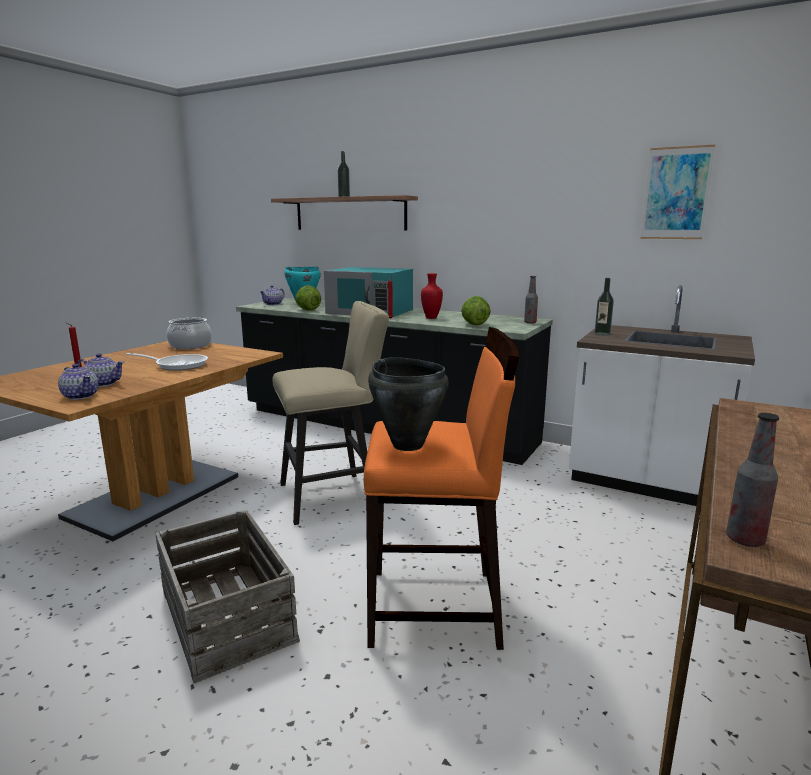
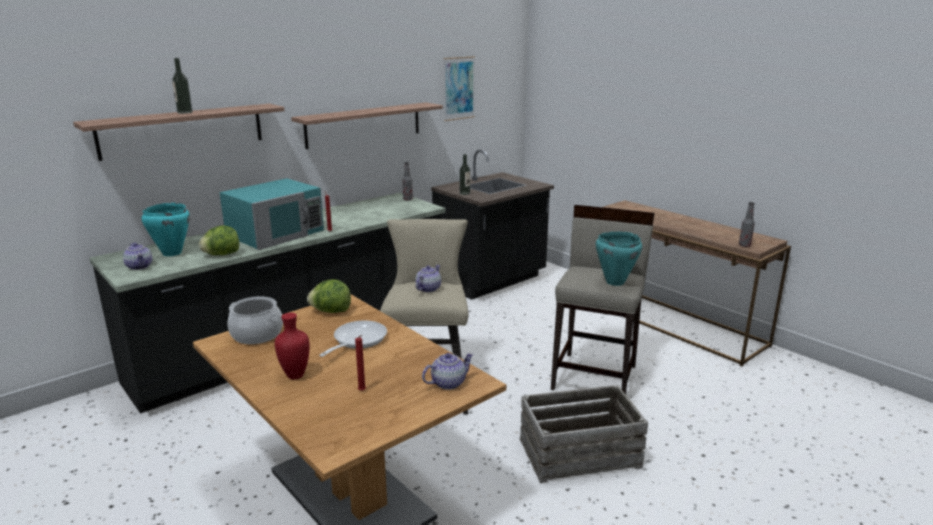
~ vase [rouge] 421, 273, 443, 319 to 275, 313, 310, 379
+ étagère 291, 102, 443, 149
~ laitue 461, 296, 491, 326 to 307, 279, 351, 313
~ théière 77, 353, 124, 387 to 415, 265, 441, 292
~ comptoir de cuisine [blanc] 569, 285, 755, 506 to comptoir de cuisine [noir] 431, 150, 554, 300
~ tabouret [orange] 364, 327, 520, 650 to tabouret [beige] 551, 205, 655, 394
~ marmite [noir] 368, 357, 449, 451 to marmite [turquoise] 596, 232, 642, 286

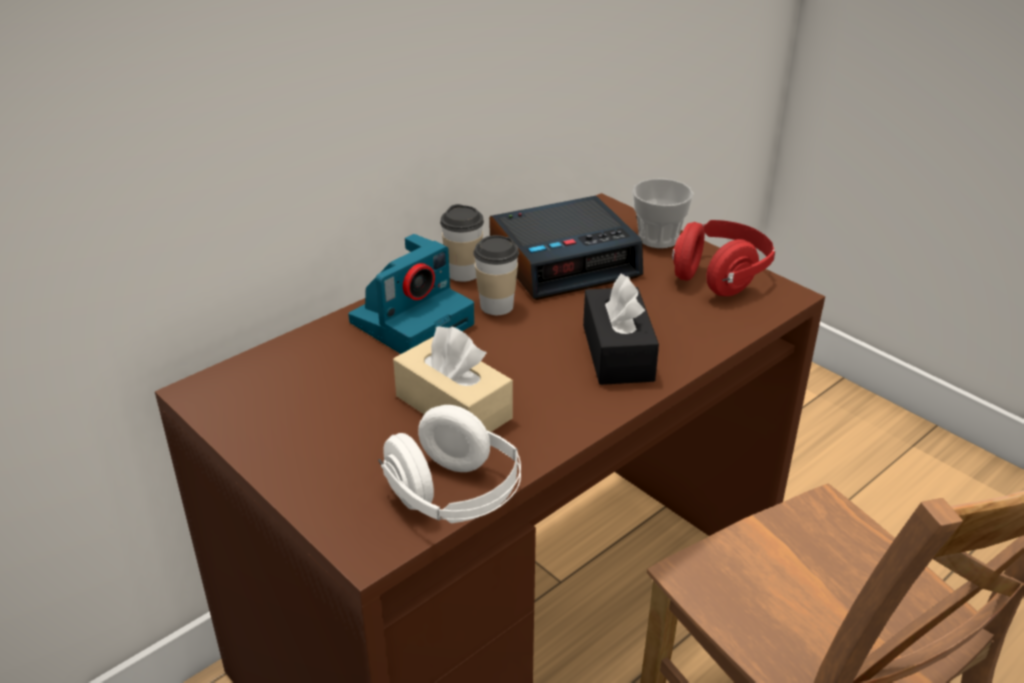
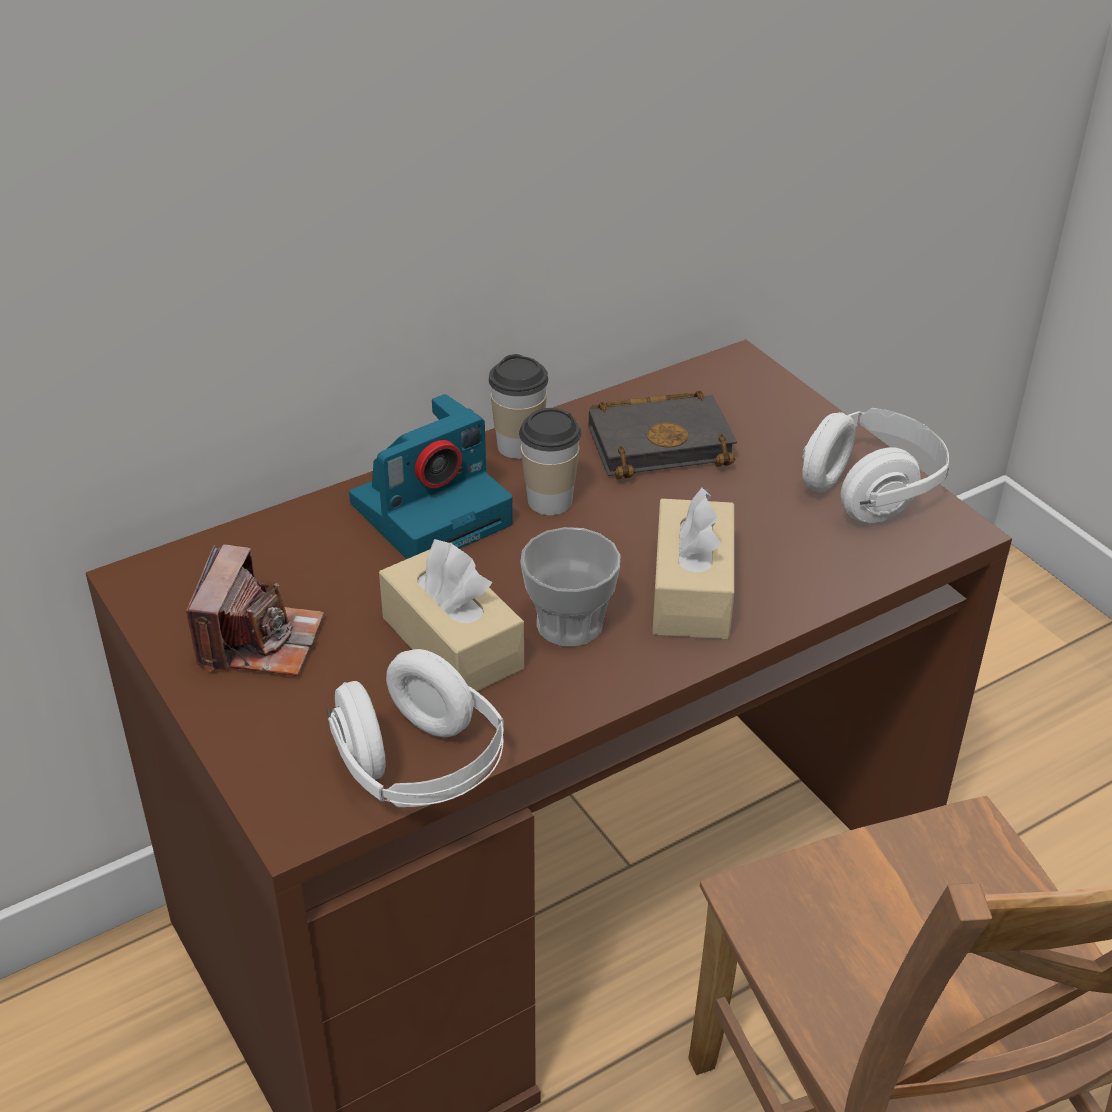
+ appareil photo 186, 544, 324, 676
~ tasse 632, 178, 694, 248 to 520, 527, 621, 646
~ réveil 489, 196, 643, 300 to livre [noir] 589, 391, 737, 479
~ boîte à mouchoirs [noir] 583, 274, 659, 385 to boîte à mouchoirs [beige] 652, 487, 734, 639
~ casque audio [rouge] 672, 220, 775, 296 to casque audio [blanc] 802, 408, 949, 523

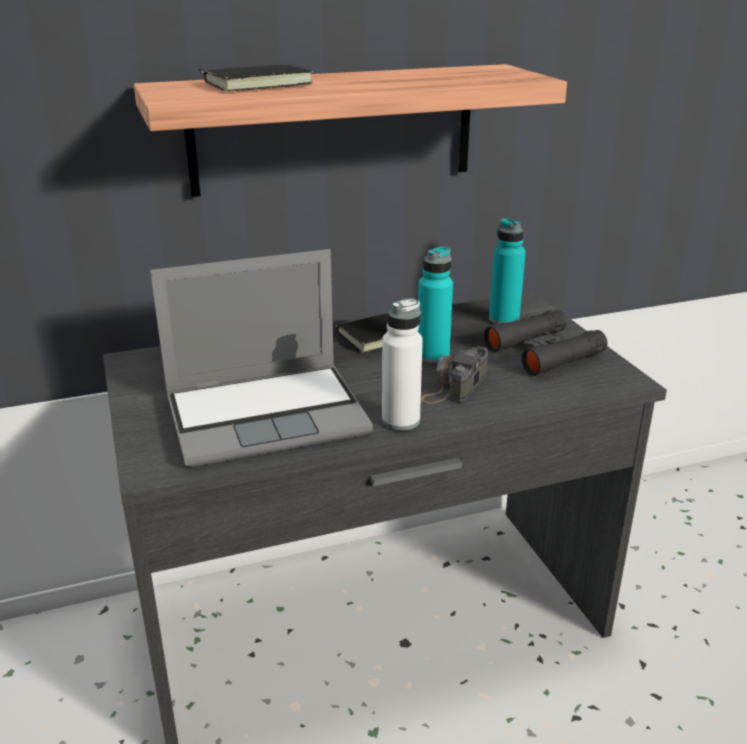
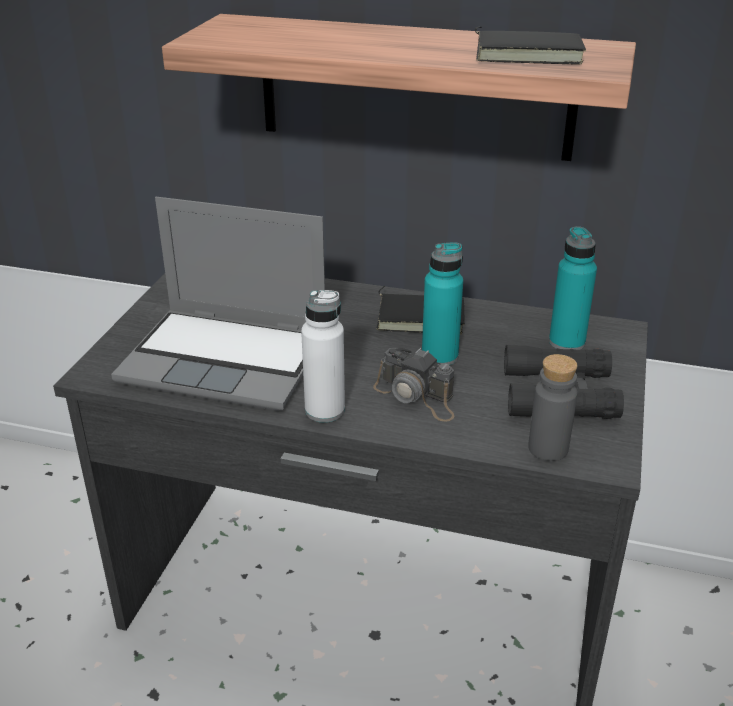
~ appareil photo 421, 346, 488, 404 = 373, 348, 455, 422 120 degrees counterclockwise
~ livre [noir] 198, 65, 313, 91 to 475, 27, 586, 64
+ bouteille [gris] 528, 354, 578, 461

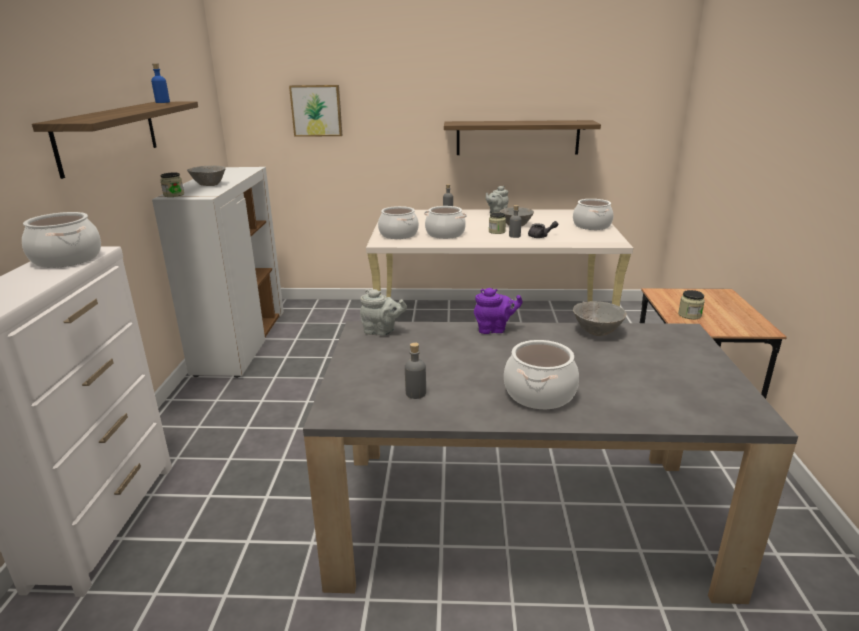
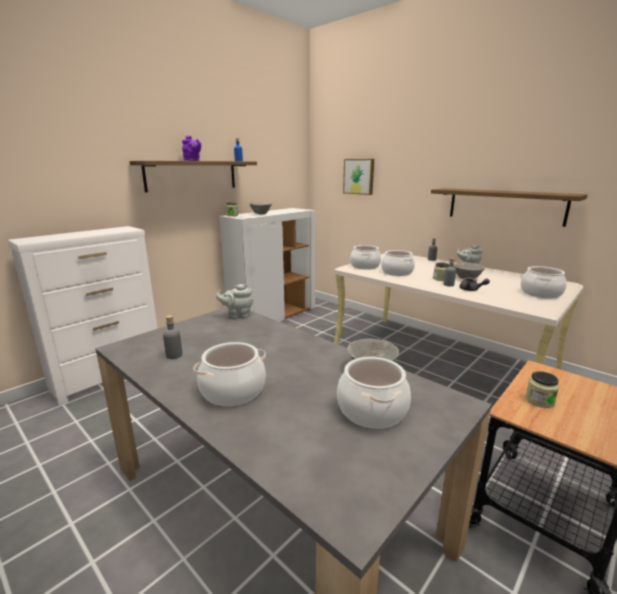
~ théière [violet] 474, 288, 523, 334 to 182, 135, 201, 161
~ théière [gris] 360, 289, 407, 336 = 216, 284, 253, 319 120 degrees clockwise
~ marmite 22, 212, 101, 268 to 337, 357, 411, 429

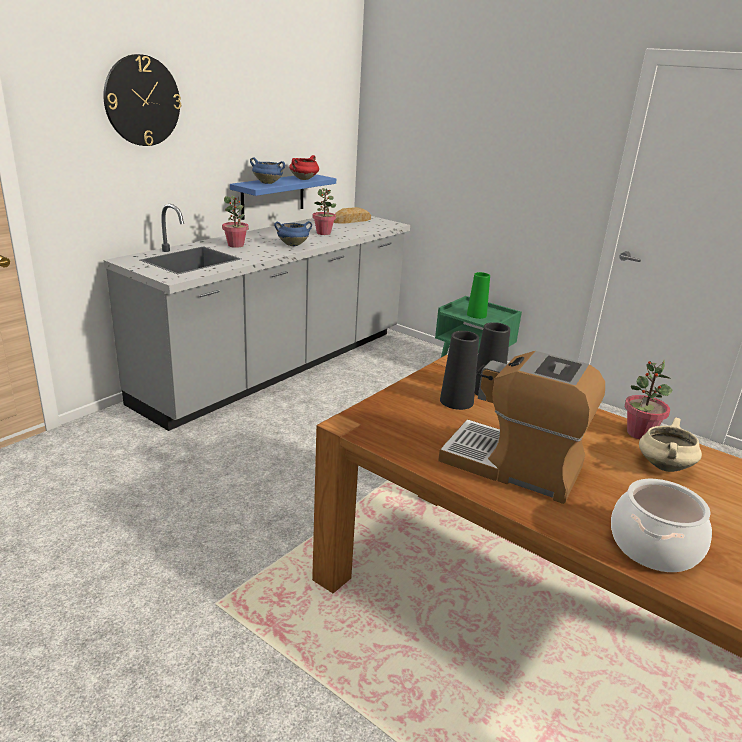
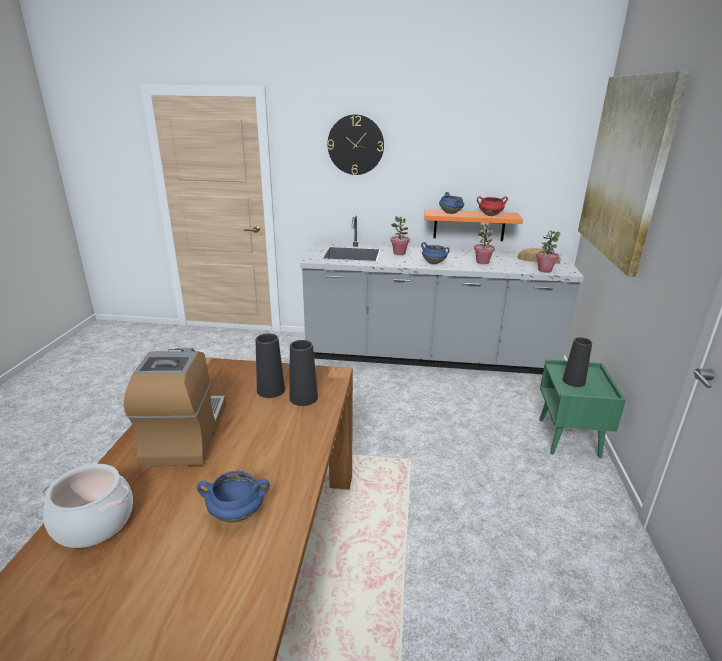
~ marmite [beige] 639, 417, 702, 472 to marmite [bleu] 197, 471, 269, 522
~ étagère [bleu] 230, 174, 336, 220 to étagère [orange] 424, 209, 523, 241
~ plante en pot 625, 360, 672, 439 to 536, 230, 560, 273
~ vase [vert] 467, 272, 490, 319 to vase [noir] 563, 337, 592, 387
+ tableau 578, 71, 690, 277

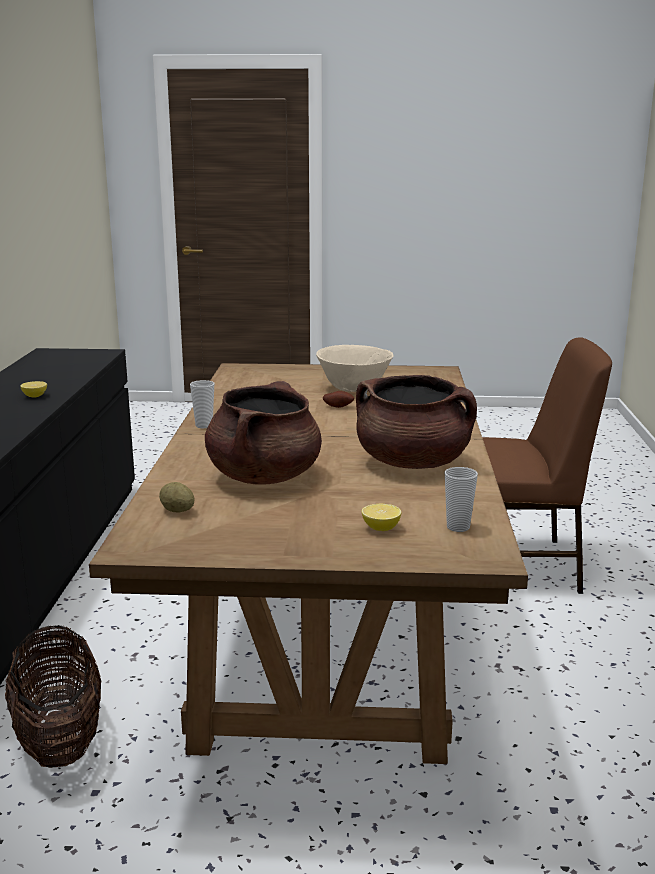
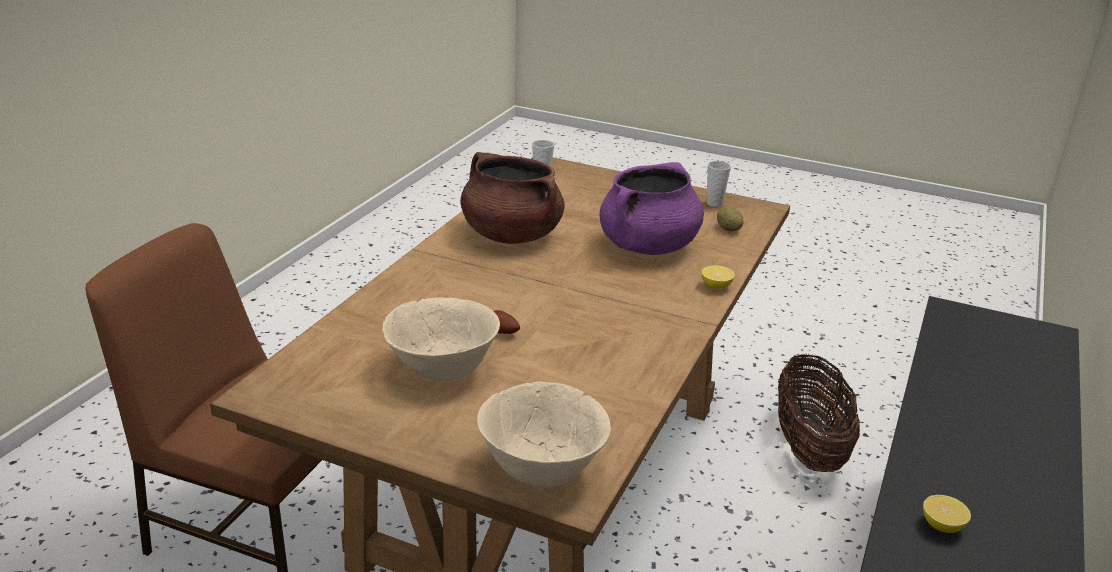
+ bol [beige] 477, 382, 611, 487
~ marmite [marron] 205, 381, 322, 485 to marmite [violet] 600, 162, 704, 255
~ citron 362, 504, 401, 531 to 702, 265, 735, 290
~ tasse 190, 380, 214, 428 to 707, 161, 731, 207

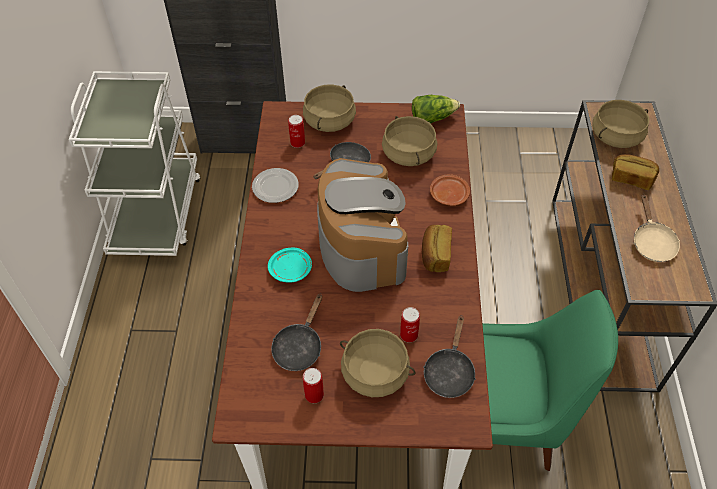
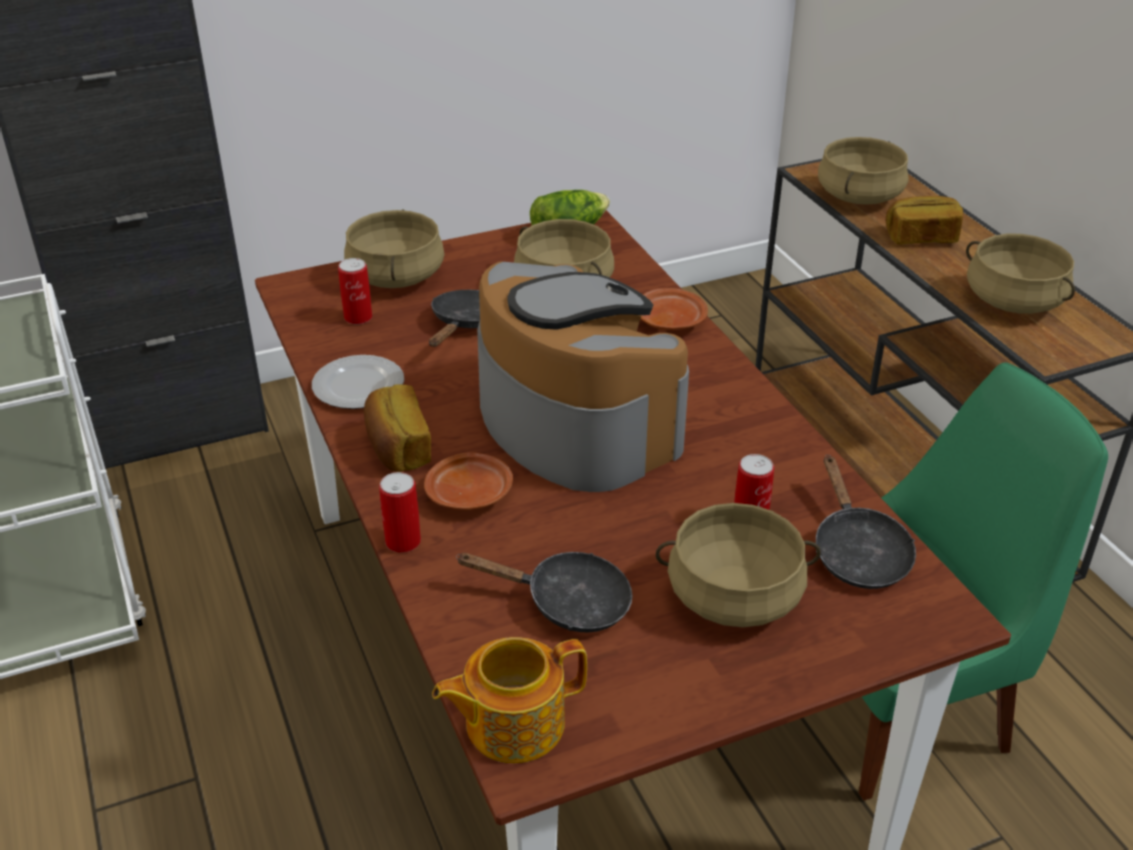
~ pain 422, 225, 452, 272 to 364, 384, 431, 472
~ boîte métallique 303, 368, 324, 403 to 379, 472, 421, 553
~ assiette [turquoise] 268, 248, 312, 283 to assiette [marron] 424, 452, 513, 510
+ théière 432, 637, 587, 763
~ poêle [noir] 271, 295, 322, 371 = 456, 552, 632, 633 75 degrees counterclockwise
~ poêle [beige] 634, 194, 680, 262 to marmite [beige] 966, 234, 1075, 314

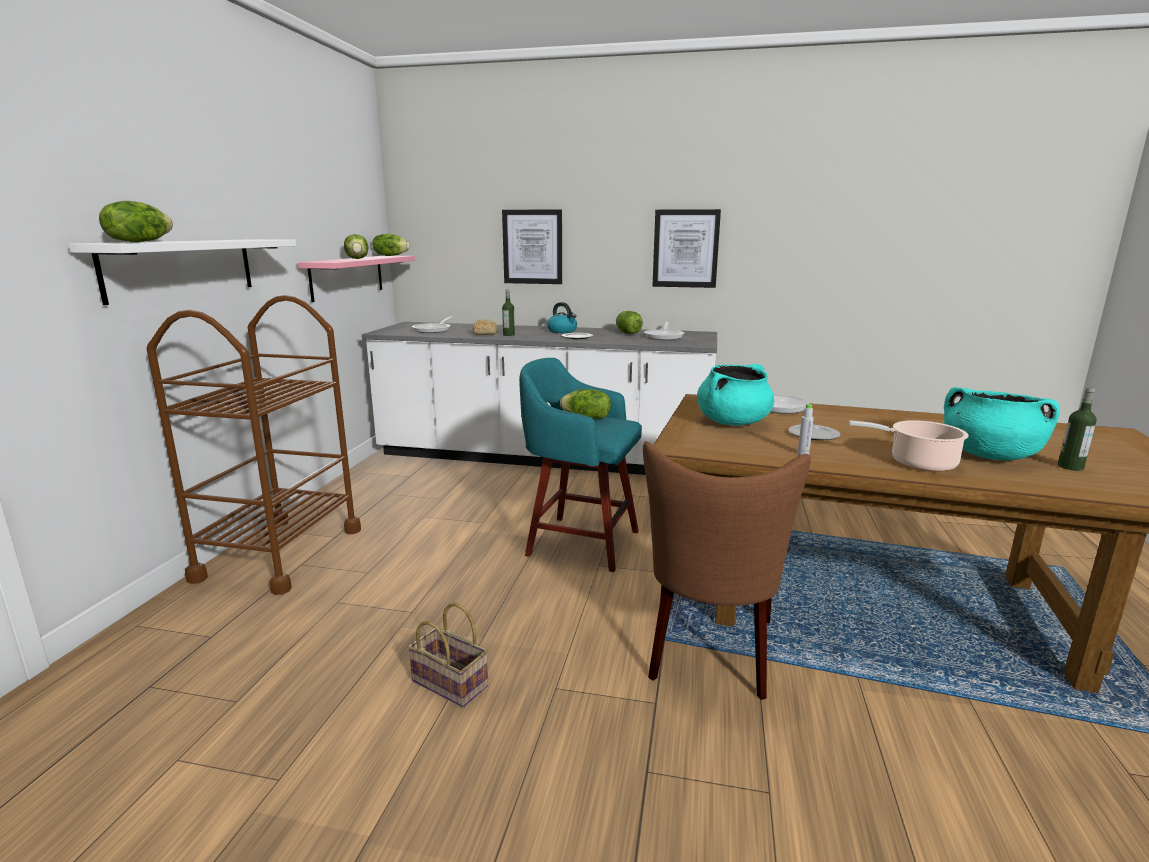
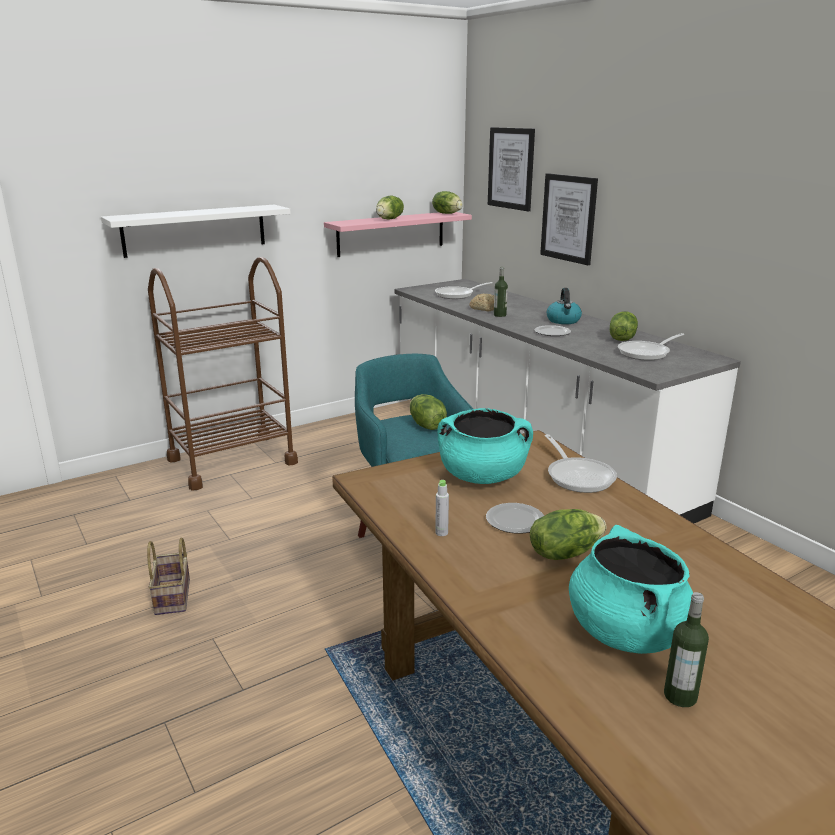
~ tableau 652, 209, 721, 288 to 488, 127, 535, 211
~ laitue 99, 201, 173, 242 to 530, 509, 606, 560
- chaise [marron] 643, 441, 811, 700
- marmite 849, 420, 969, 472

